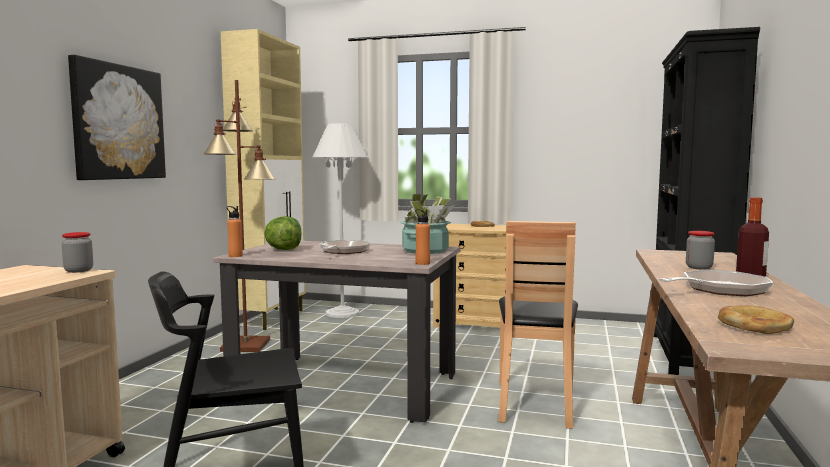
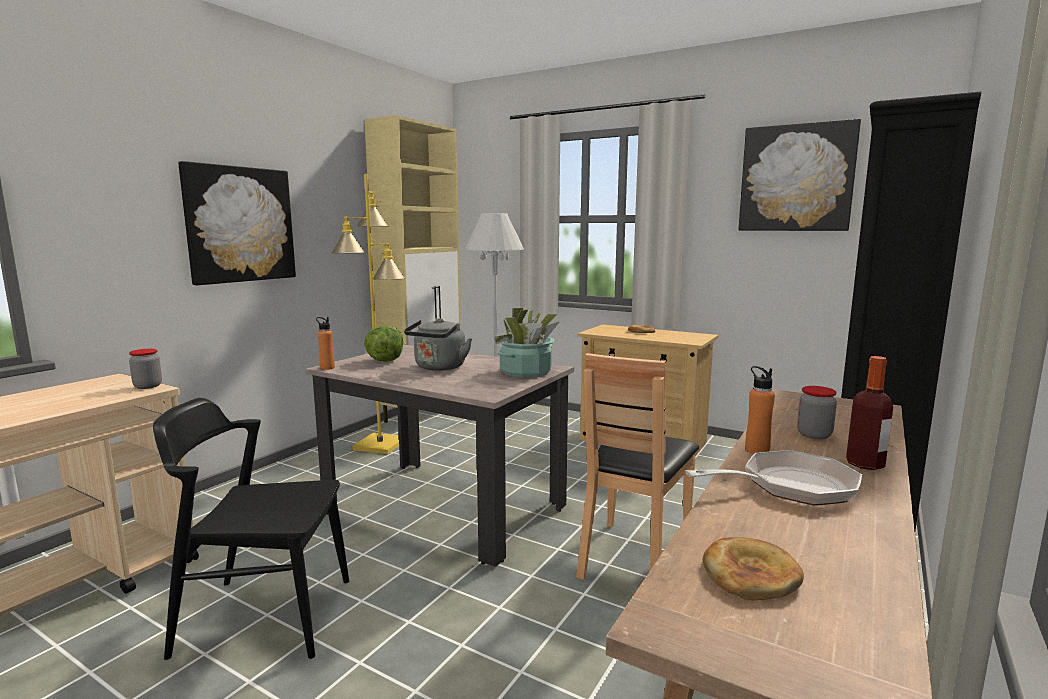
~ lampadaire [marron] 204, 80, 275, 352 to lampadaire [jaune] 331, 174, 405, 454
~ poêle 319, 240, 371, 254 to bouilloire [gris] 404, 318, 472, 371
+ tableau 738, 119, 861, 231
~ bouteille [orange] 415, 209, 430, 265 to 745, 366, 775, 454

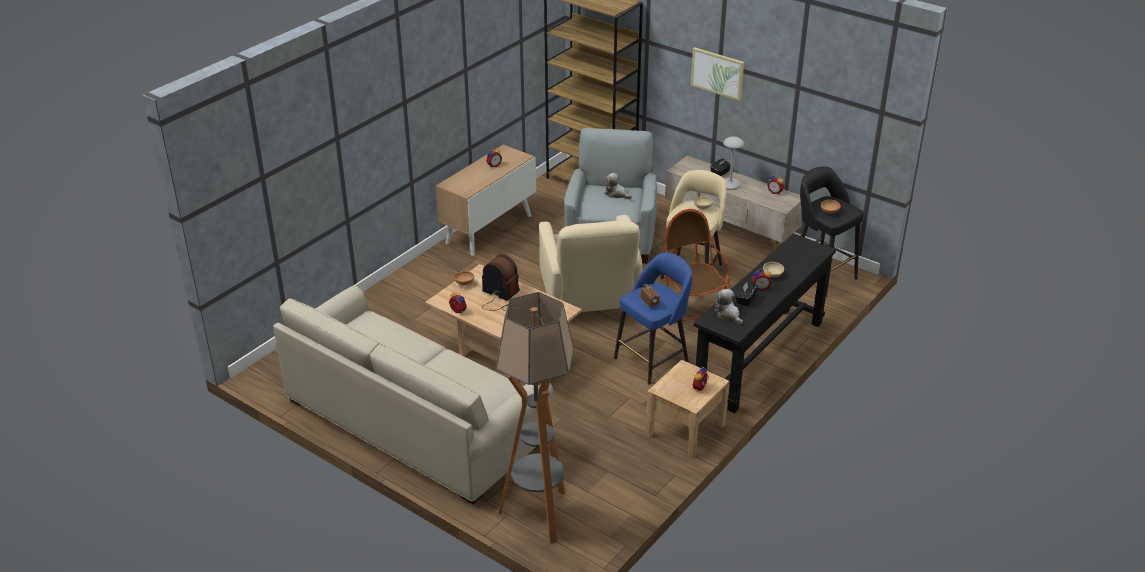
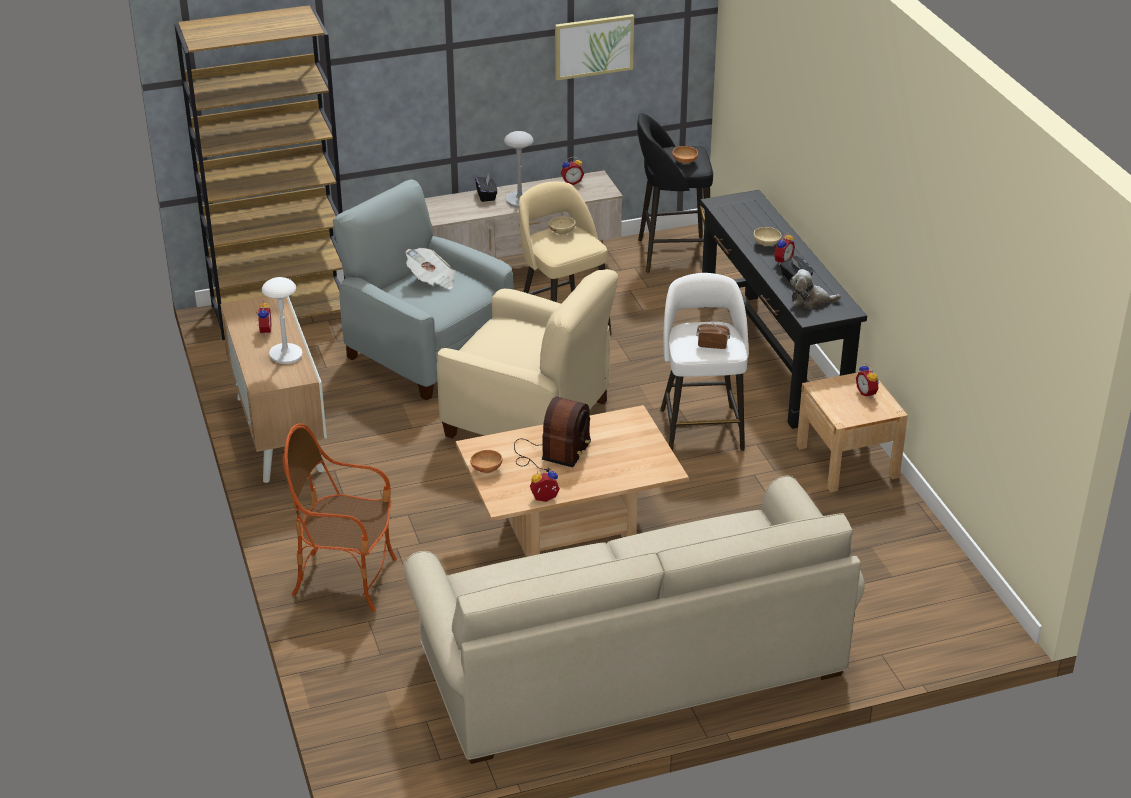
+ lampe de table [blanc] 262, 277, 303, 364
~ fauteuil 665, 209, 731, 323 to 282, 423, 397, 612
~ peluche 604, 173, 632, 199 to journal 406, 248, 455, 289
~ radio 482, 254, 520, 311 = 514, 397, 591, 472 135 degrees clockwise
~ tableau 691, 47, 744, 101 to 555, 14, 634, 80
~ tabouret [bleu] 614, 253, 693, 385 to tabouret [blanc] 660, 273, 748, 451
- lampadaire 496, 292, 574, 544

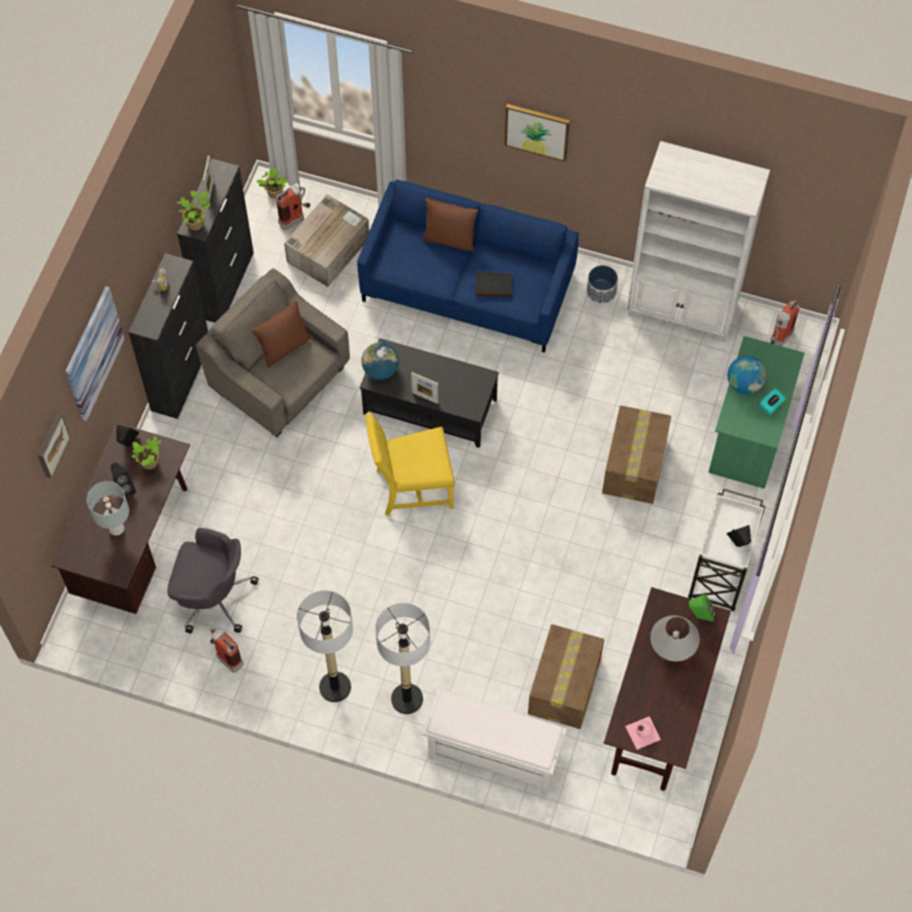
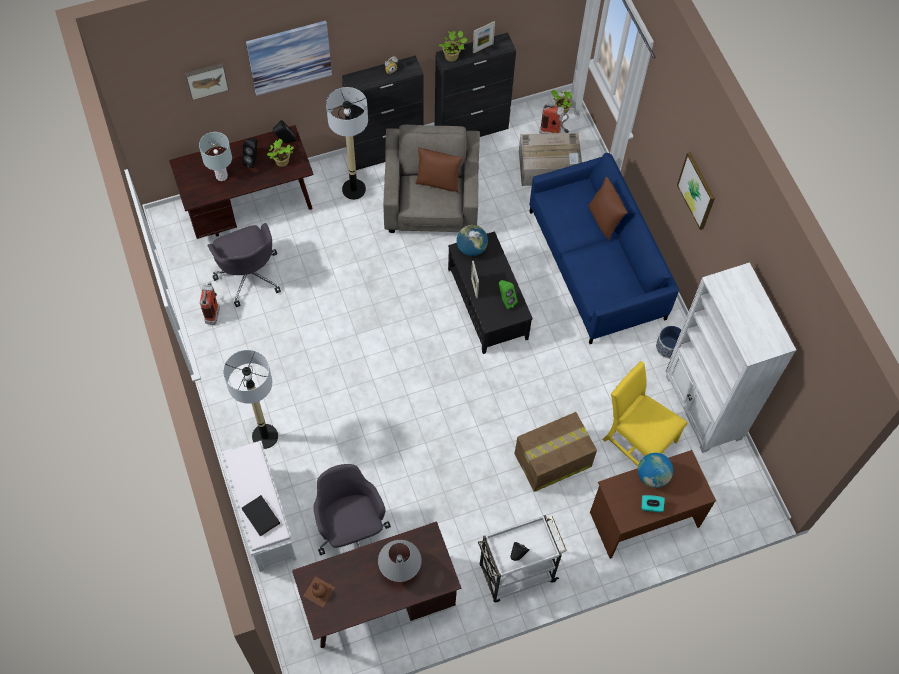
~ livre [noir] 475, 272, 512, 297 to 242, 495, 280, 536
~ bouteille [rose] 625, 716, 661, 749 to bouteille [marron] 303, 576, 335, 607
~ carton 528, 624, 604, 729 to chaise de bureau [gris] 314, 464, 391, 555
~ lampadaire 297, 590, 353, 702 to 326, 87, 368, 200
~ enceinte [vert] 688, 594, 715, 622 to 499, 280, 518, 310
~ bureau [vert] 708, 336, 805, 489 to bureau [marron] 590, 450, 716, 559
~ chaise [jaune] 365, 413, 455, 516 to 602, 361, 687, 466
- extincteur 770, 300, 800, 346

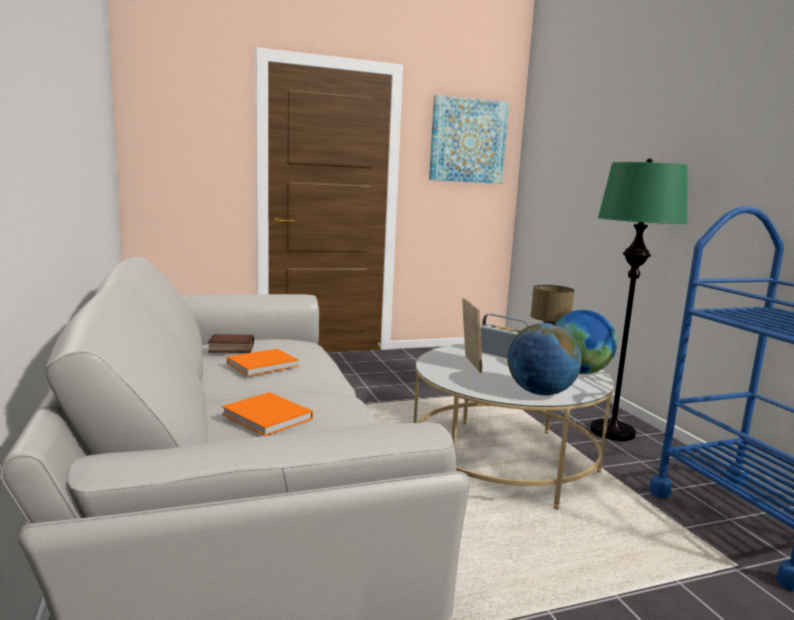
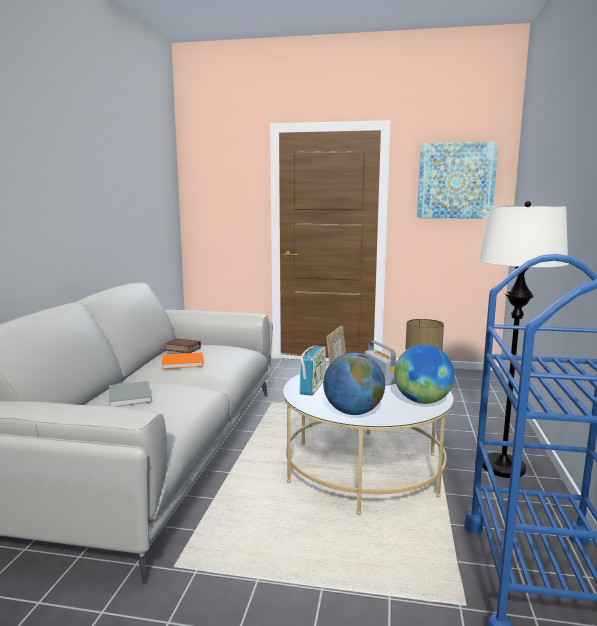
~ livre [orange] 222, 392, 313, 436 to livre [gris] 109, 381, 152, 407
+ radio 299, 345, 326, 396
~ lampadaire [vert] 590, 158, 688, 441 to lampadaire [blanc] 479, 201, 569, 478

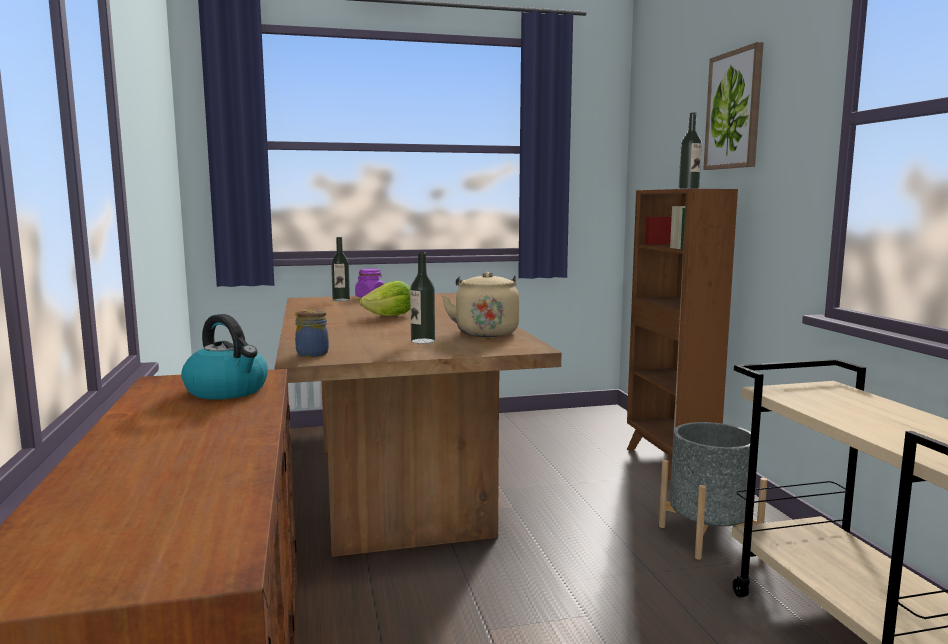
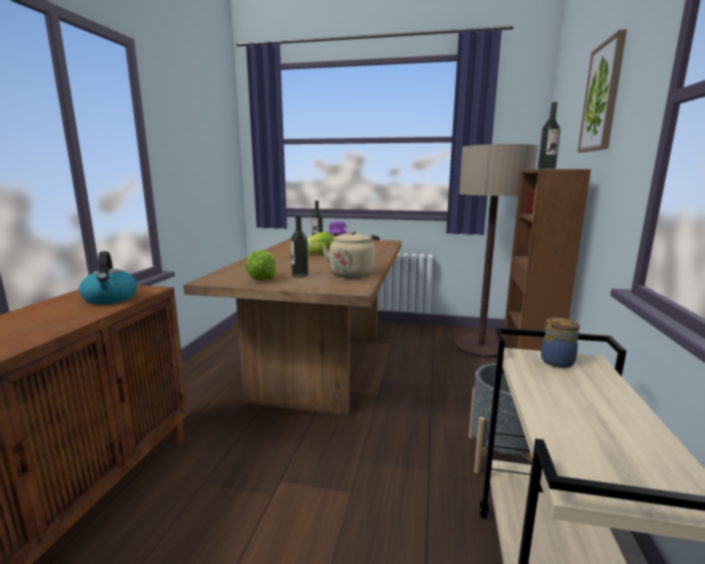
+ laitue 245, 250, 277, 281
+ lampadaire 455, 144, 538, 359
~ bocal 295, 309, 329, 357 to 541, 318, 580, 368

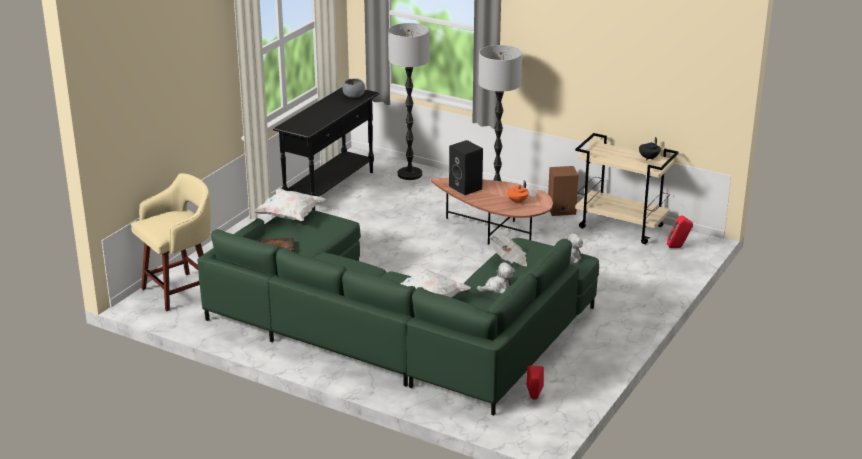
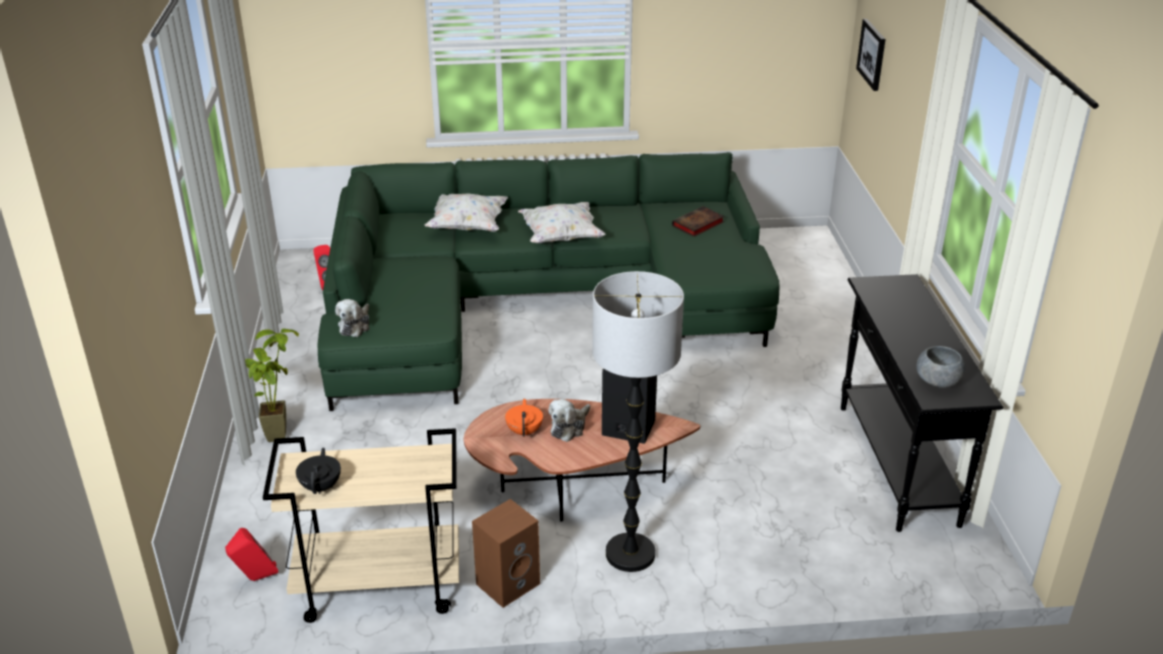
+ plante en pot 245, 329, 299, 442
~ coussin [blanc] 253, 188, 326, 221 to 518, 202, 605, 243
~ peluche 477, 262, 515, 294 to 548, 399, 590, 442
+ tableau 856, 19, 885, 91
- tabouret [beige] 131, 173, 211, 311
- lampadaire 388, 23, 430, 180
- journal 490, 235, 527, 266

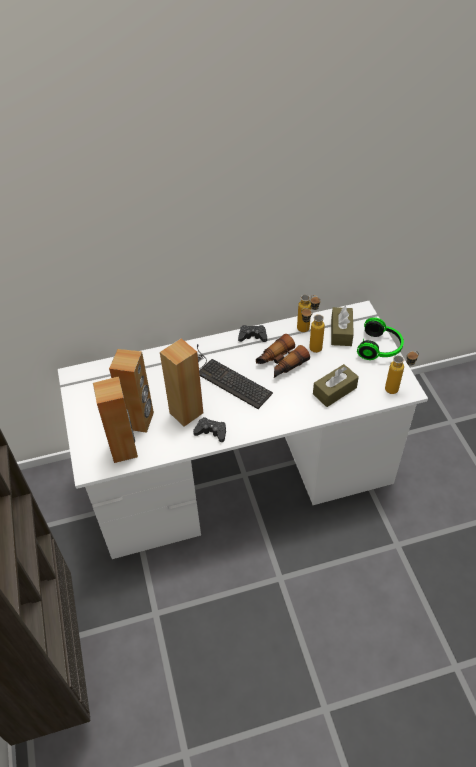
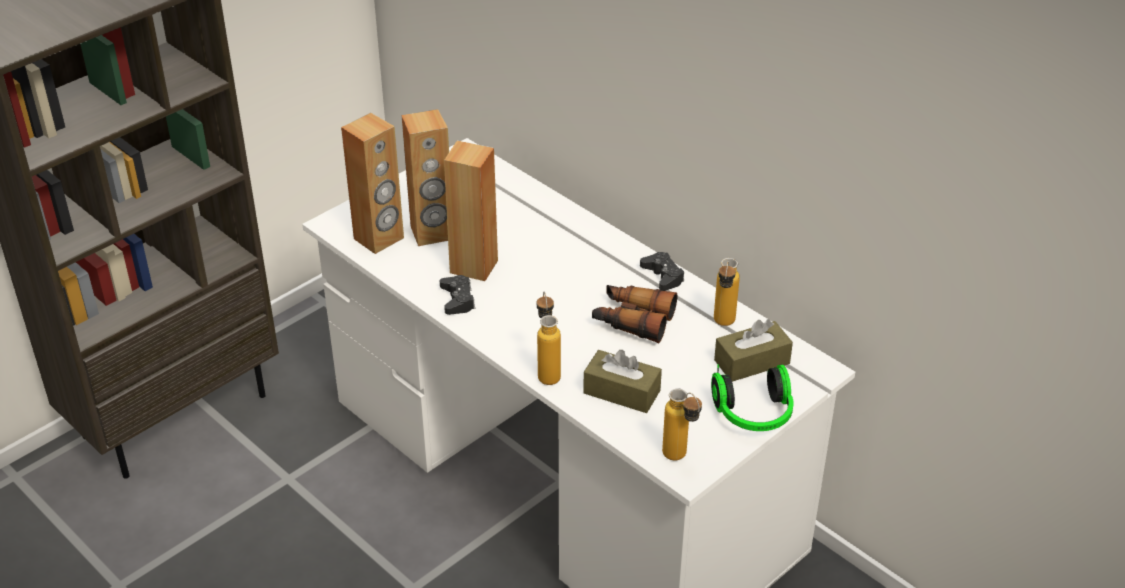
~ bouteille 301, 308, 325, 353 to 537, 291, 561, 385
- clavier 197, 344, 273, 409

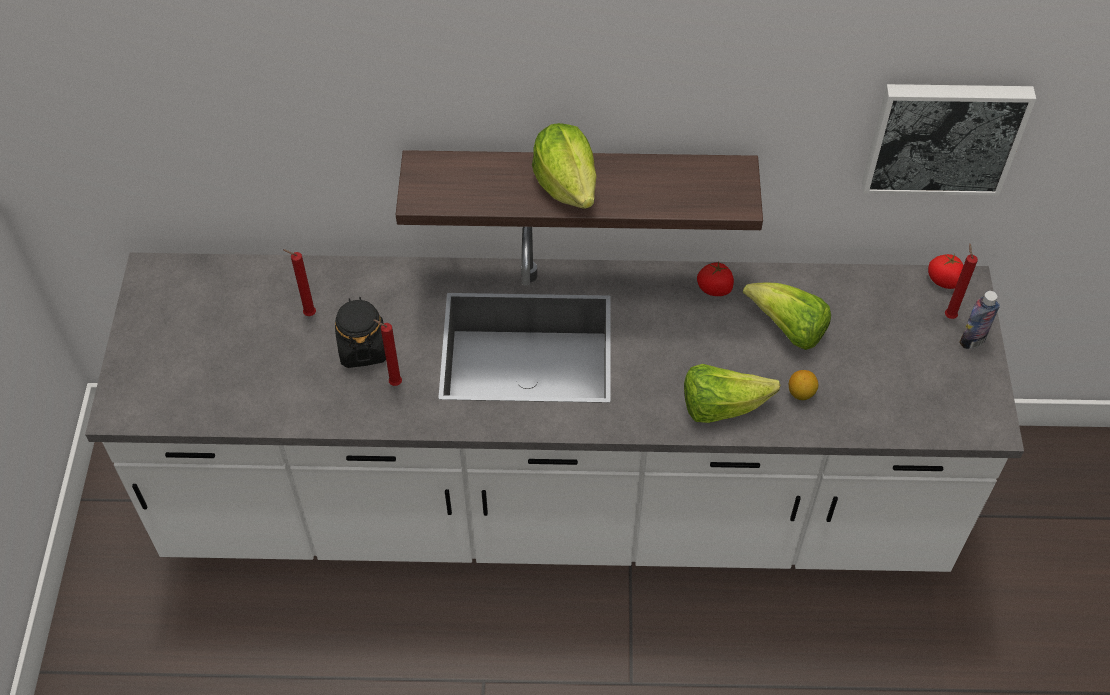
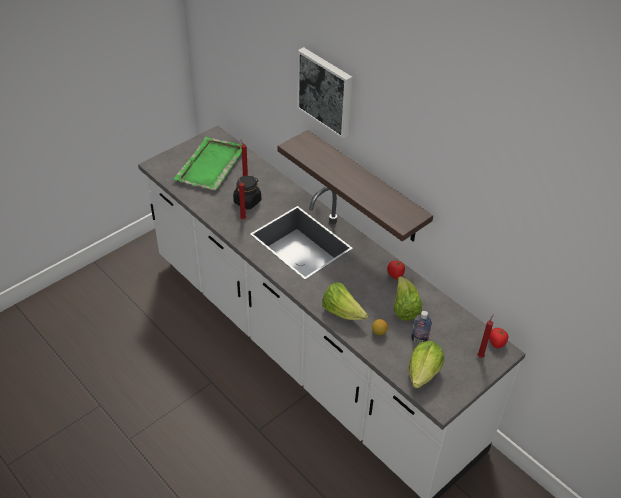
+ plateau [vert] 173, 137, 242, 190
~ tableau 862, 84, 1036, 196 to 297, 47, 352, 139
~ laitue 532, 123, 597, 209 to 408, 341, 444, 388
~ bouteille 959, 291, 1000, 349 to 411, 311, 432, 344

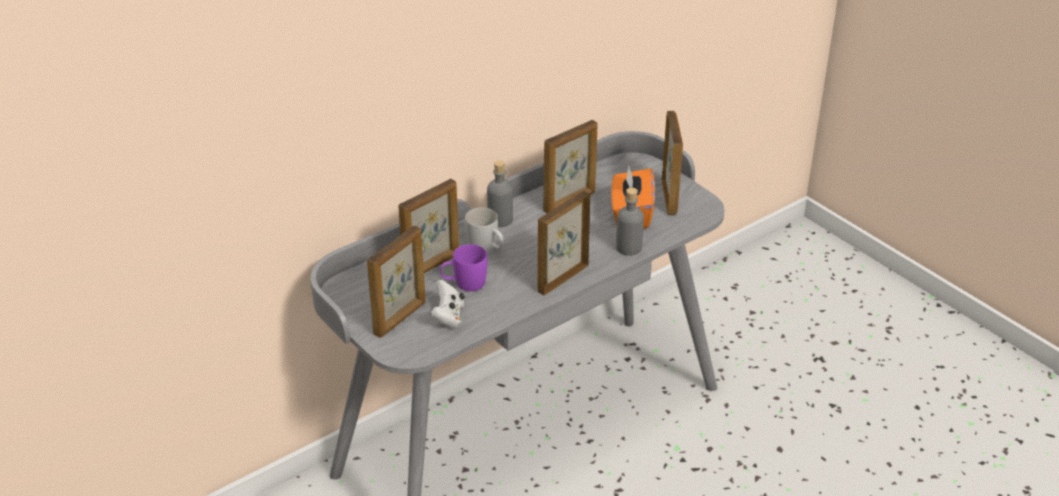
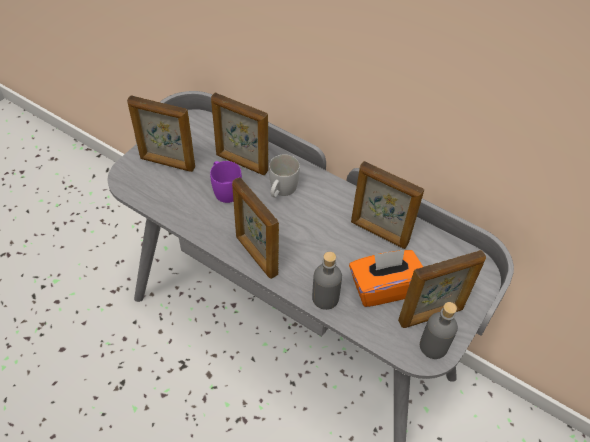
~ cadre photo 538, 191, 590, 295 = 232, 177, 279, 279 150 degrees counterclockwise
~ bouteille [gris] 487, 160, 513, 227 to 420, 302, 458, 359
- manette [blanc] 430, 280, 465, 328

